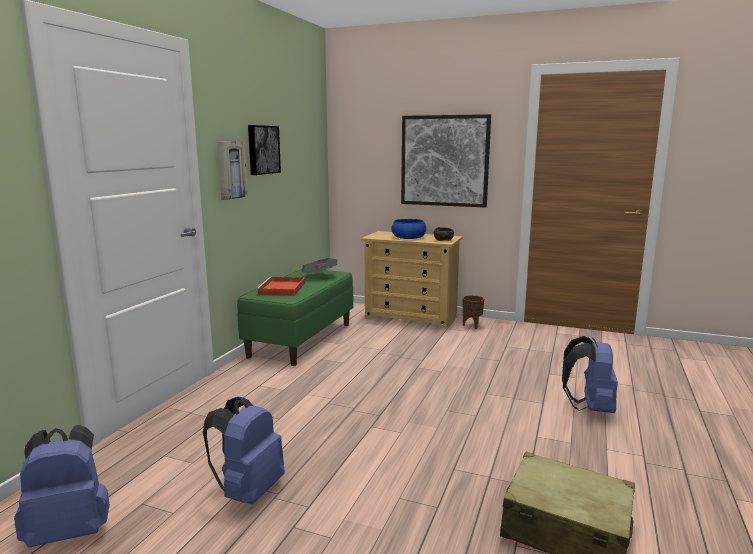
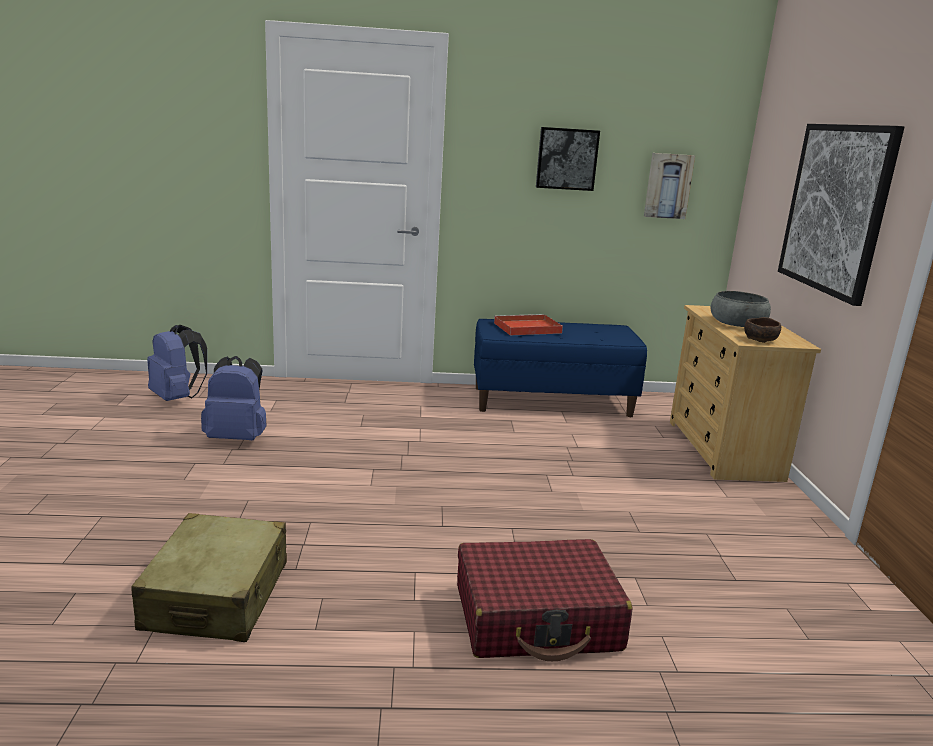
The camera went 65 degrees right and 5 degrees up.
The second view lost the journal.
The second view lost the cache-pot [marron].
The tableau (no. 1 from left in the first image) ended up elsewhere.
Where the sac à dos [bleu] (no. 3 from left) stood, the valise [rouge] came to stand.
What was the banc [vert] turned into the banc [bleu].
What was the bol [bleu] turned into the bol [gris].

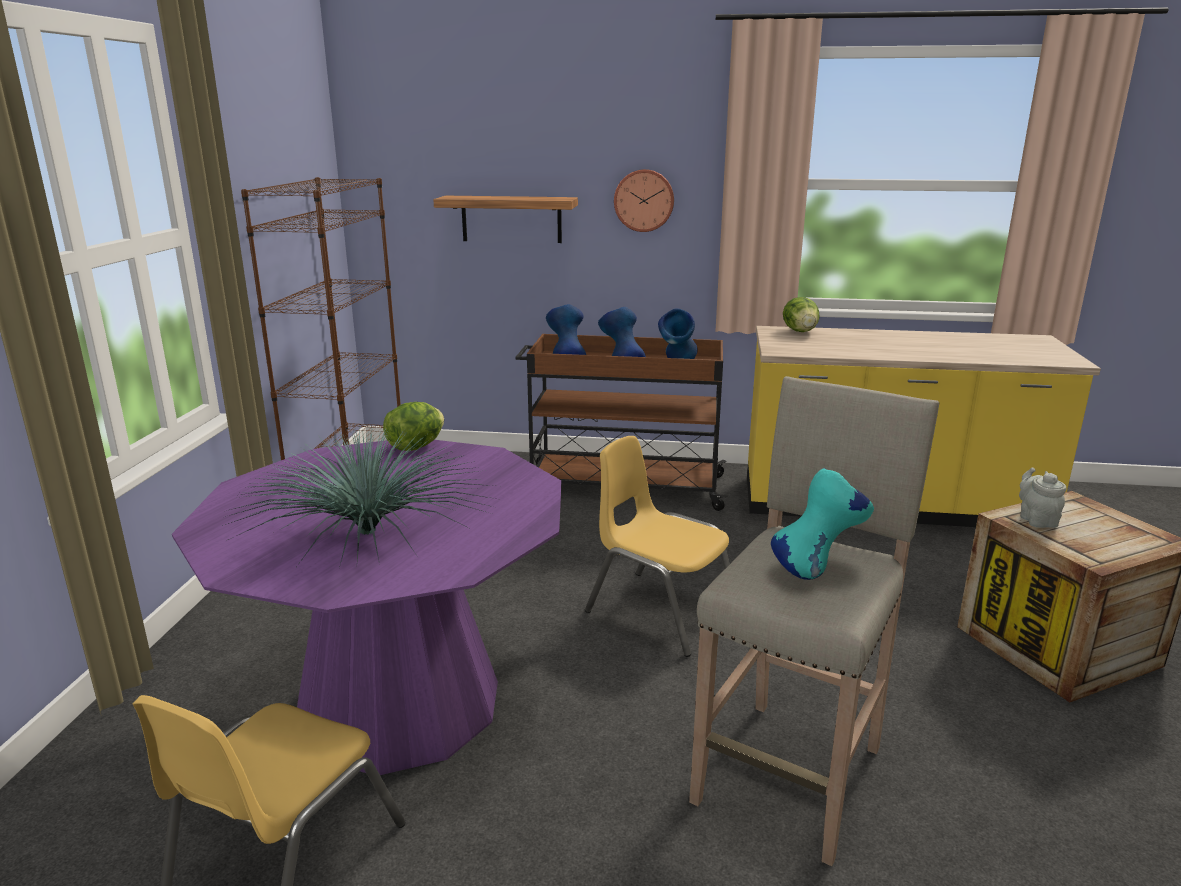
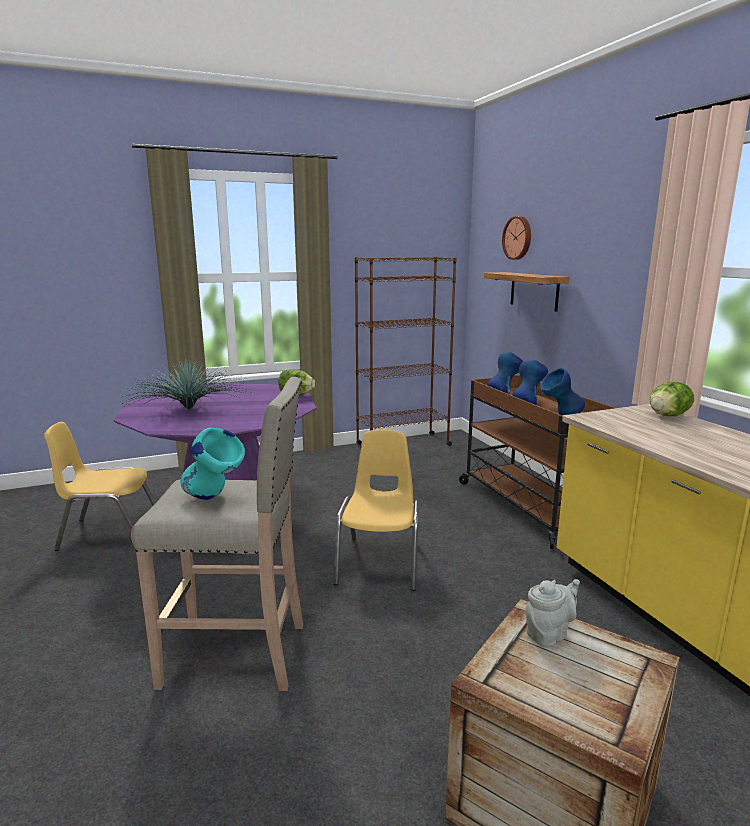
The camera went 60 degrees right and 5 degrees down.
The horloge murale ended up elsewhere.

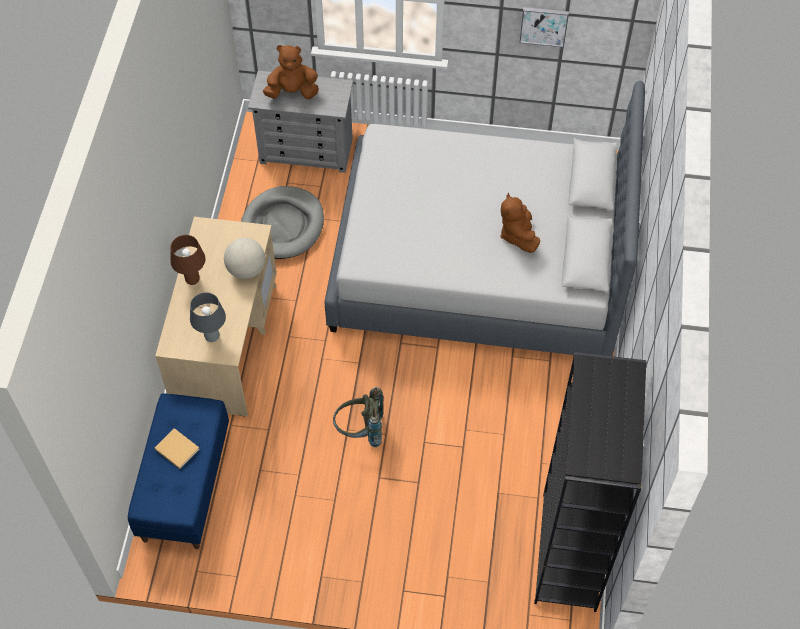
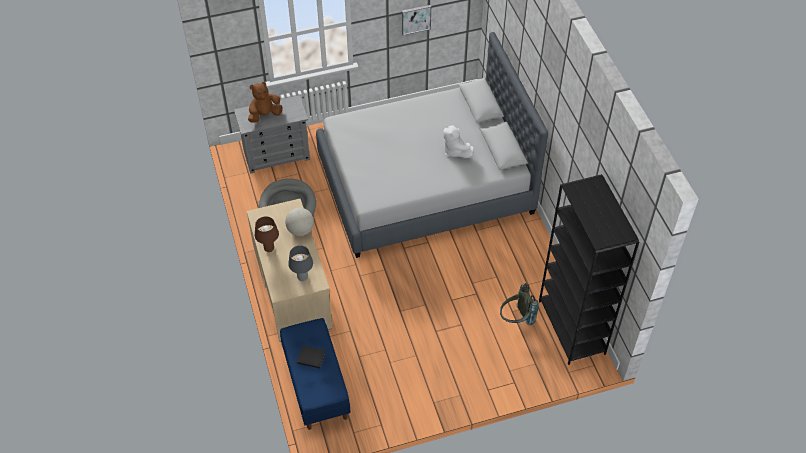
The camera went 25 degrees left and 5 degrees down.
The sac à dos [gris] ended up elsewhere.
What was the livre [beige] turned into the livre [noir].
What was the peluche [marron] (no. 2 from left) turned into the peluche [blanc].

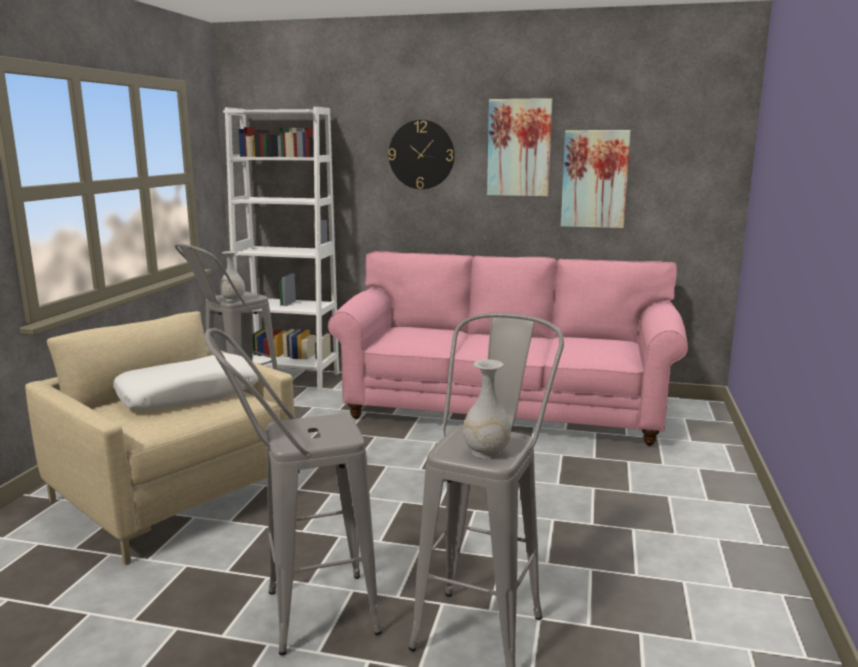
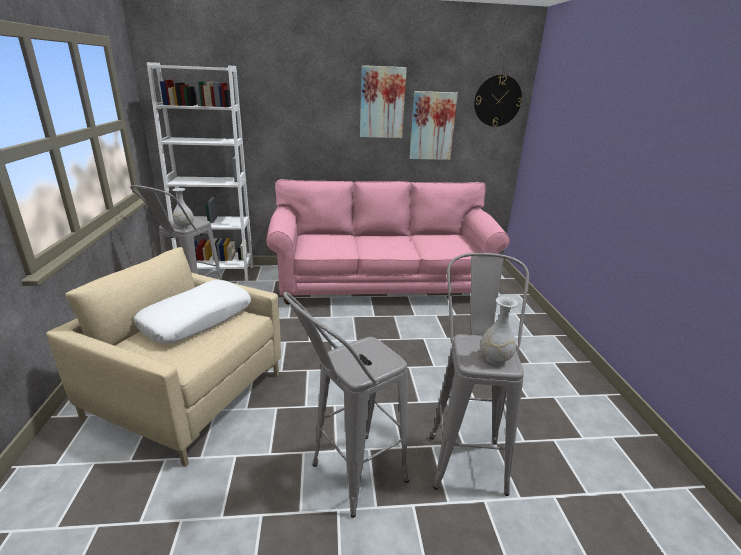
The camera went 20 degrees left and 10 degrees up.
The horloge murale ended up elsewhere.

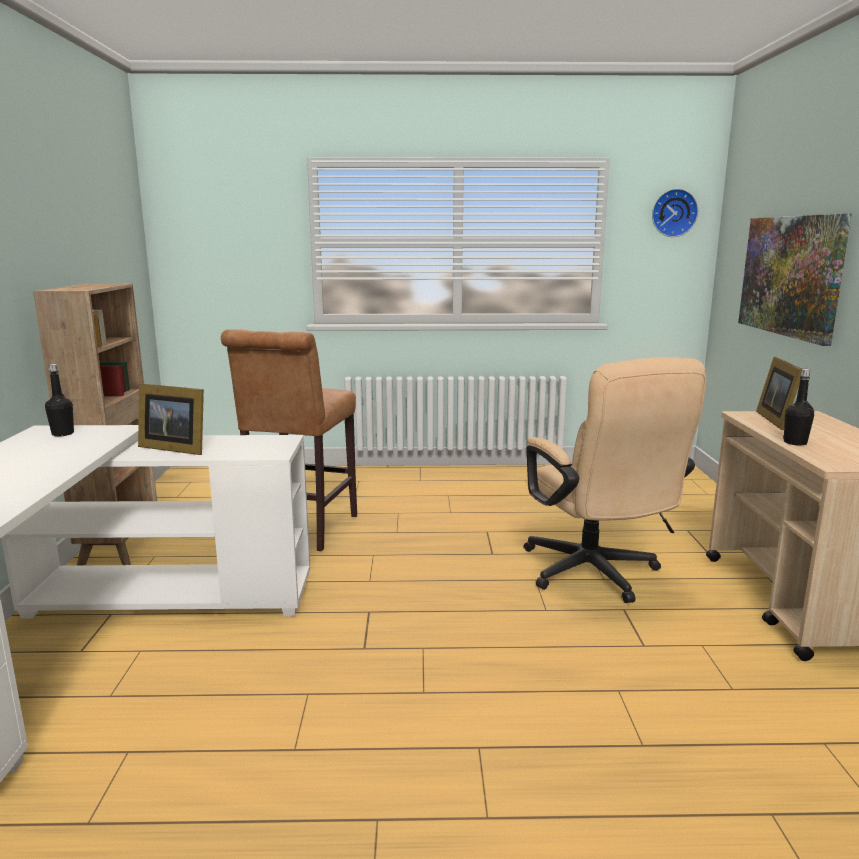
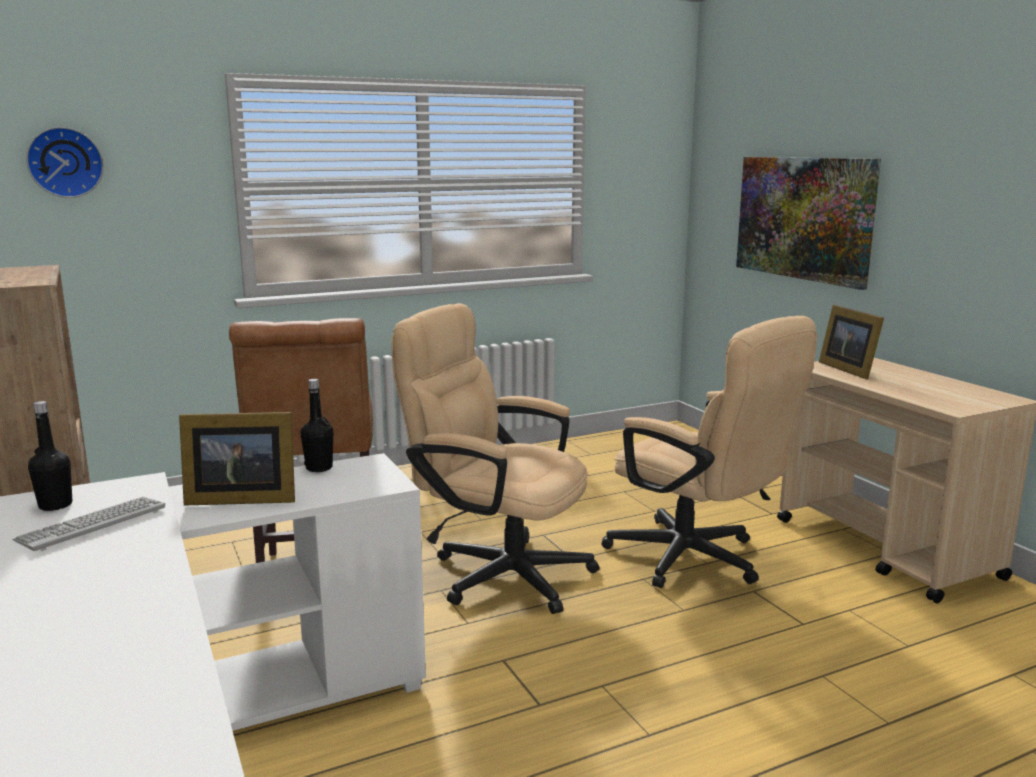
The camera went 25 degrees left and 0 degrees up.
The second view gained the clavier.
The second view gained the chaise de bureau [beige] (no. 1 from left).
The horloge murale ended up elsewhere.
The bouteille [noir] (no. 2 from left) ended up elsewhere.

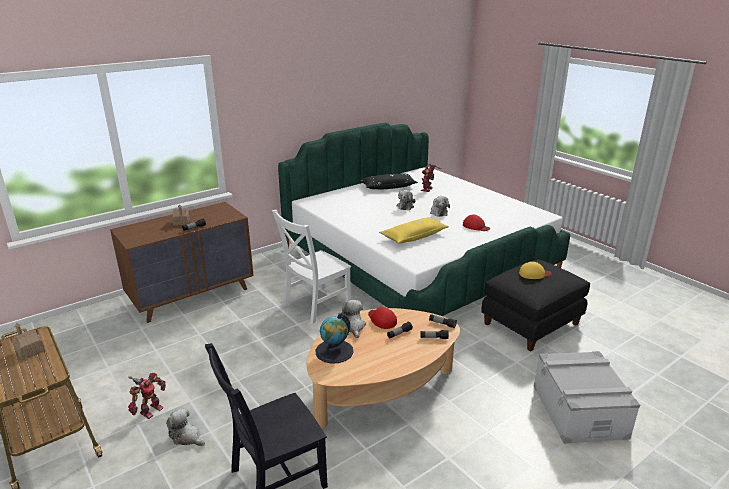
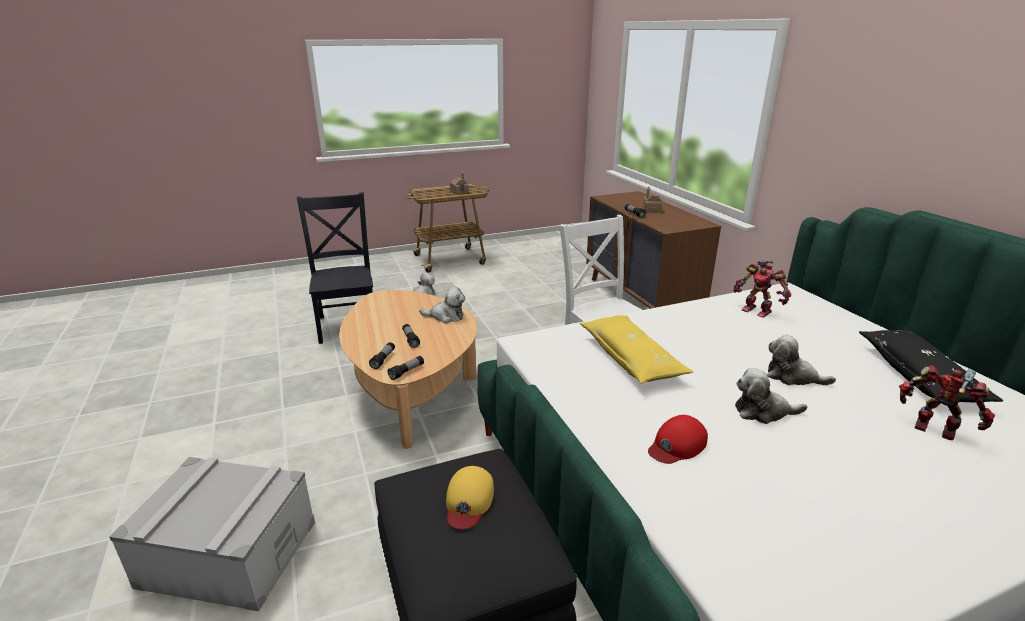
The camera went 105 degrees right and 0 degrees up.
The second view lost the globe.
The second view lost the casquette [rouge] (no. 1 from left).
The robot jouet (no. 1 from left) ended up elsewhere.

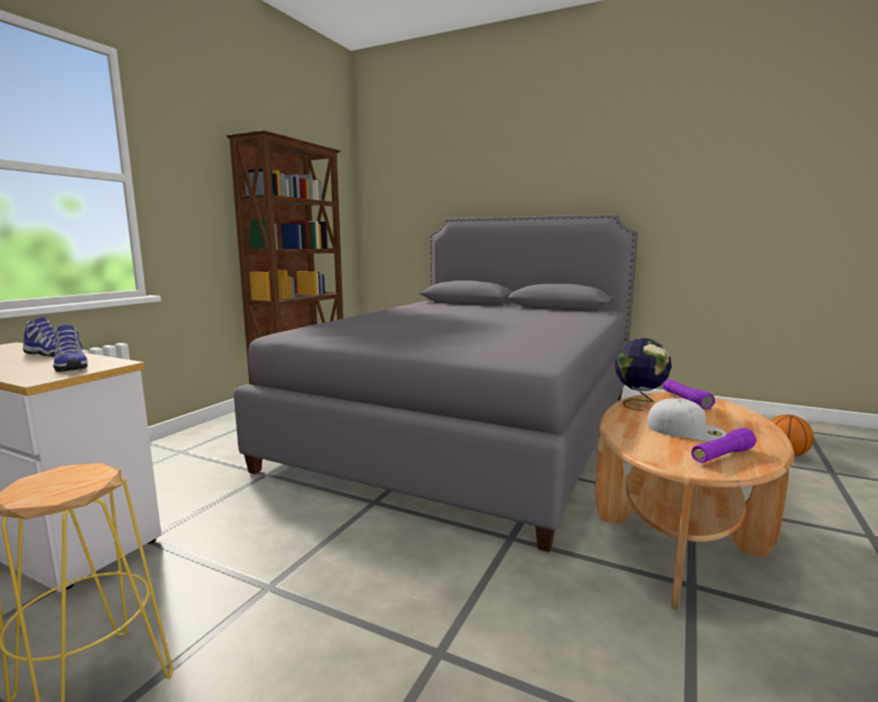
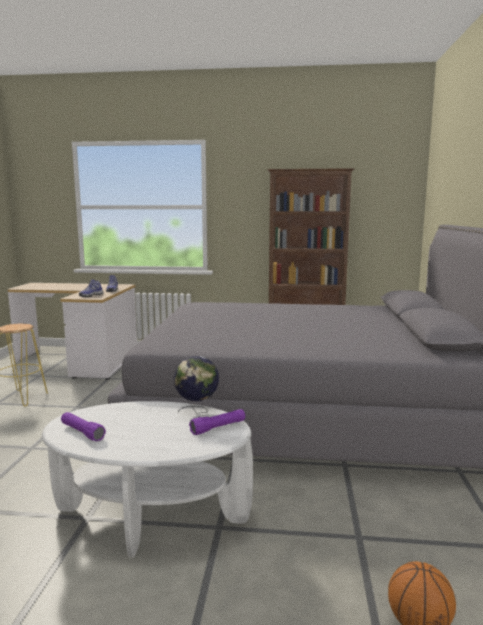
The camera went 70 degrees right and 0 degrees up.
The second view lost the casquette [blanc].
What was the table basse [marron] turned into the table basse [blanc].

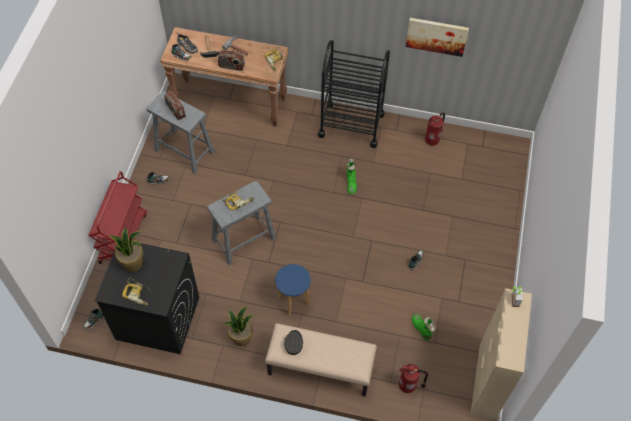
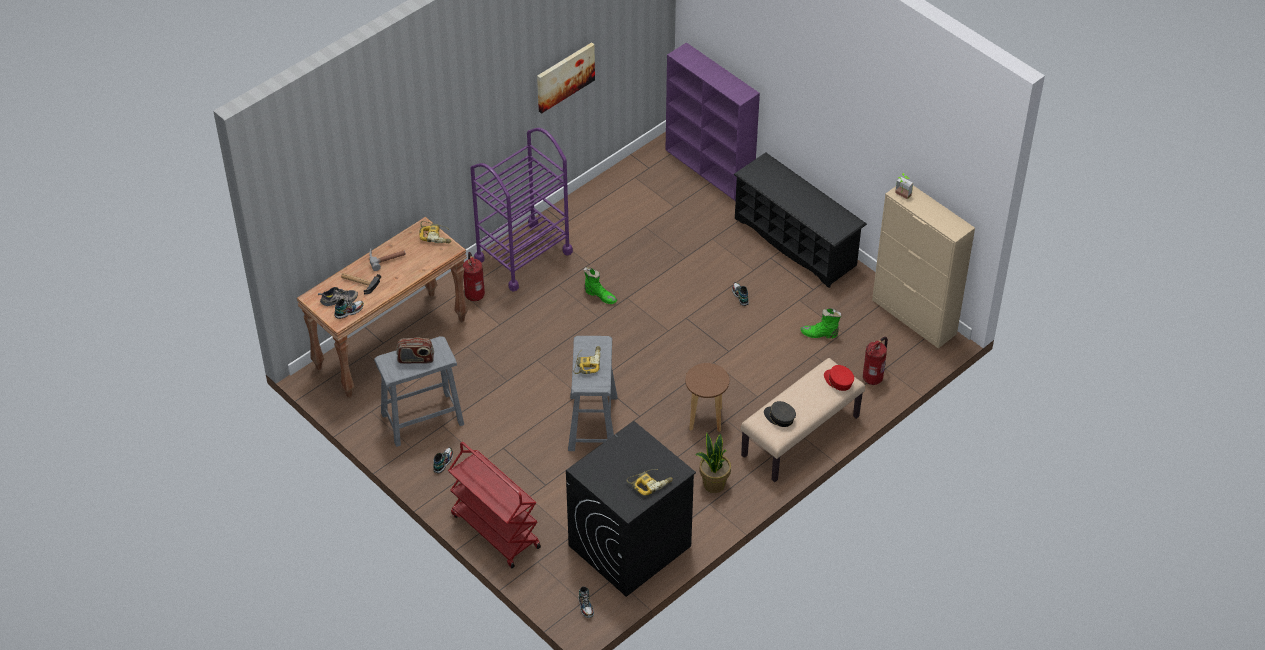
The camera went 55 degrees left and 10 degrees down.
The second view lost the plante en pot (no. 1 from left).
The second view lost the radio (no. 2 from left).
The second view gained the bibliothèque [violet].
The second view gained the étagère à chaussures [noir].
The second view gained the casquette [rouge].
The extincteur (no. 2 from left in the first image) ended up elsewhere.
What was the tabouret [bleu] turned into the tabouret [marron].
What was the chariot [noir] turned into the chariot [violet].

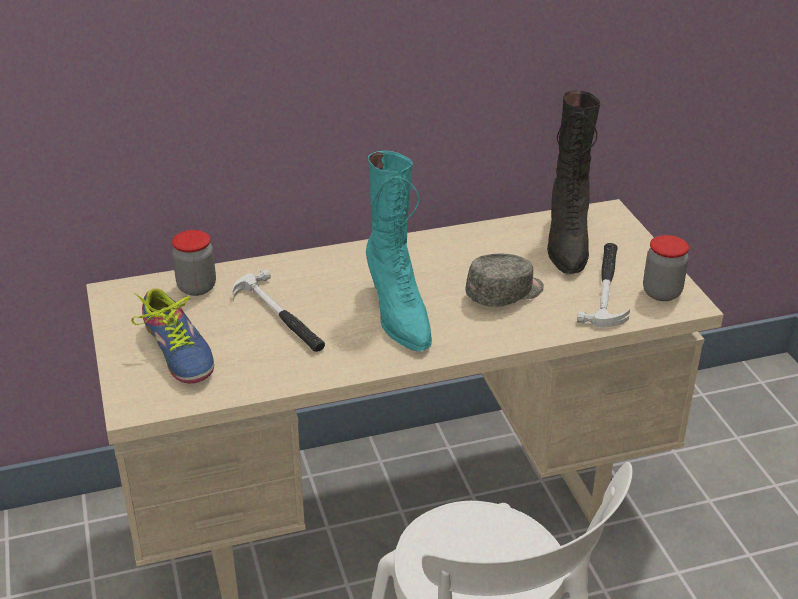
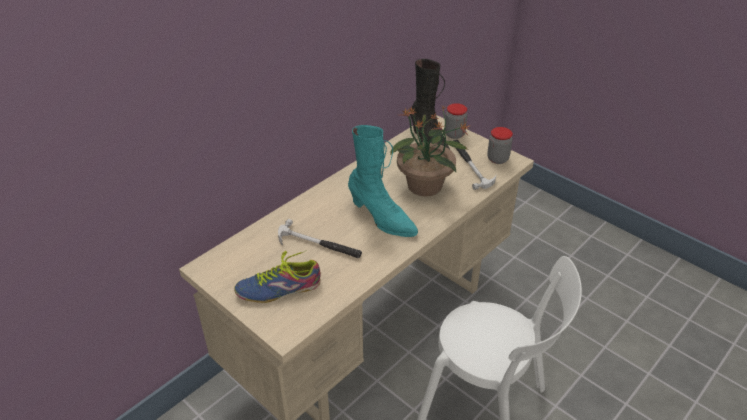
The camera went 30 degrees left and 5 degrees up.
The bocal (no. 1 from left) ended up elsewhere.
Where the casquette [gris] stood, the plante en pot came to stand.
The chaussure ended up facing another way, 135 degrees clockwise from before.

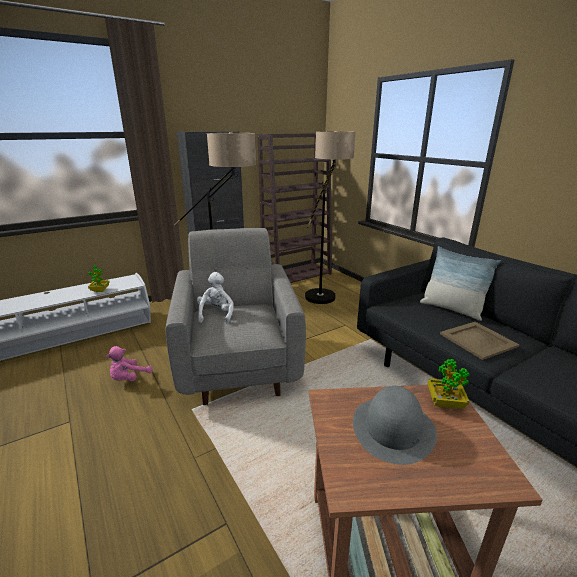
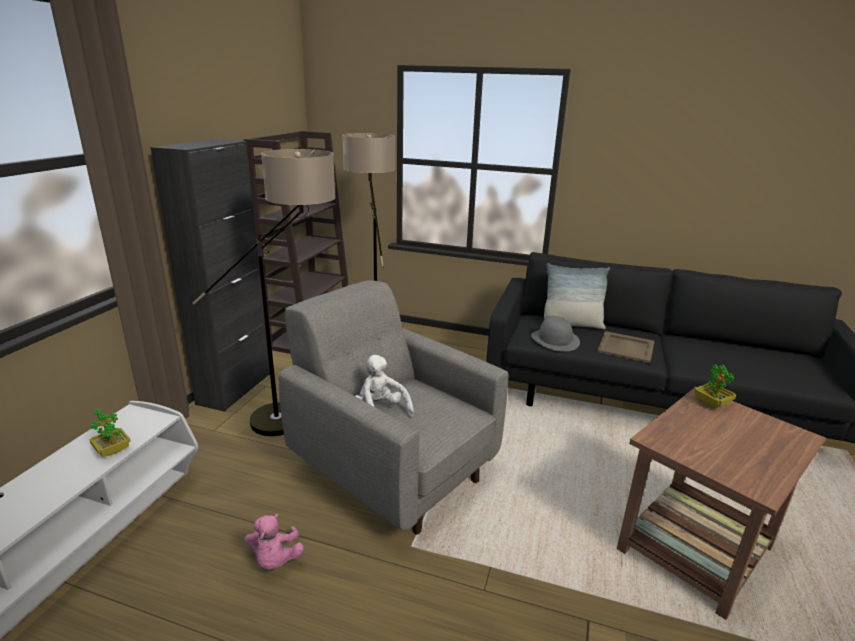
The camera went 40 degrees left and 0 degrees up.
The chapeau [gris] ended up elsewhere.

